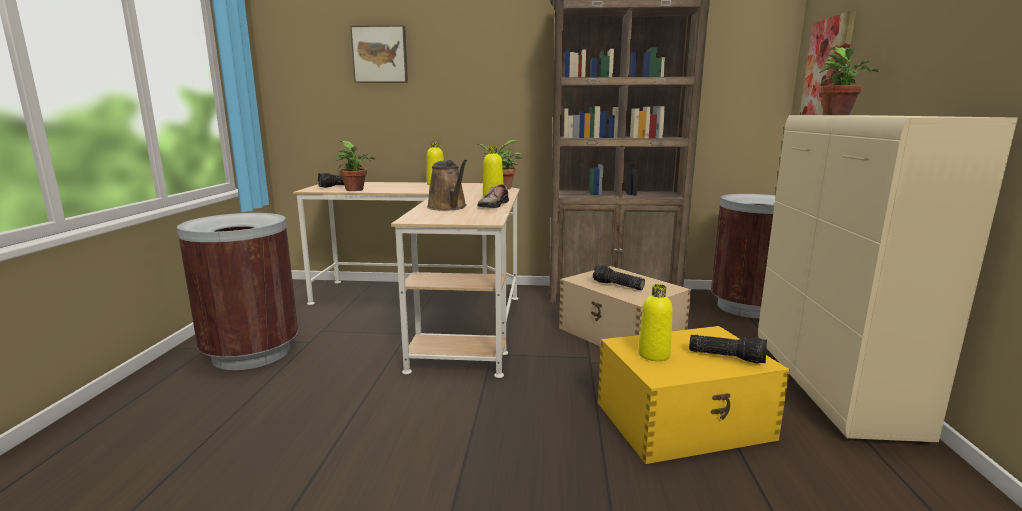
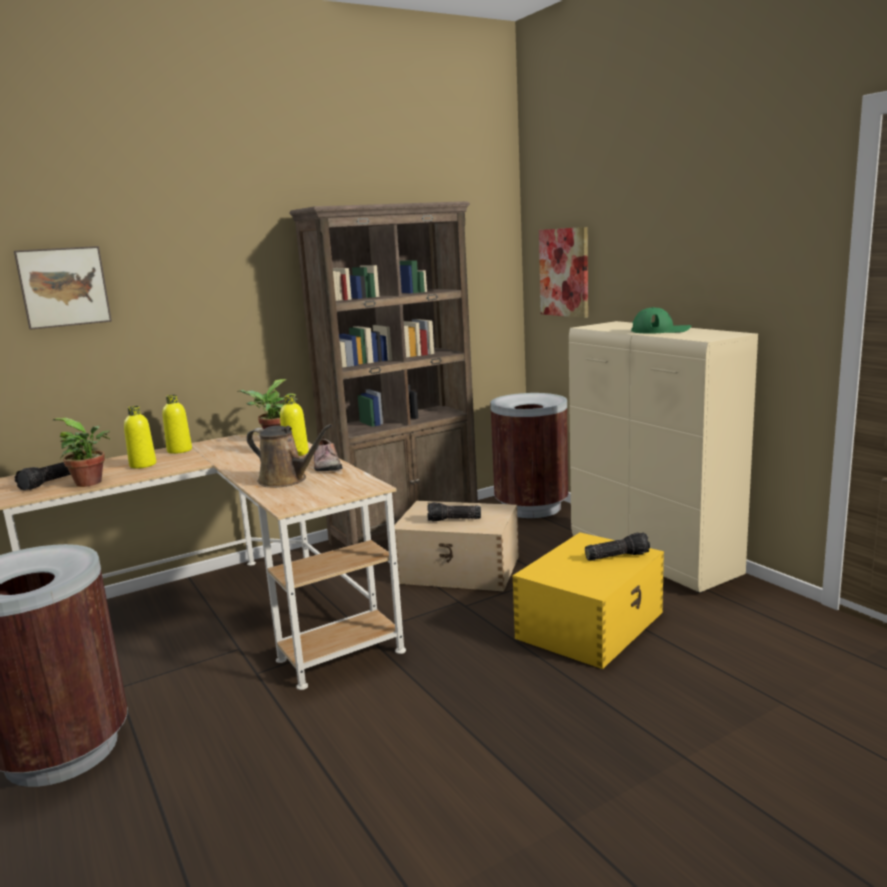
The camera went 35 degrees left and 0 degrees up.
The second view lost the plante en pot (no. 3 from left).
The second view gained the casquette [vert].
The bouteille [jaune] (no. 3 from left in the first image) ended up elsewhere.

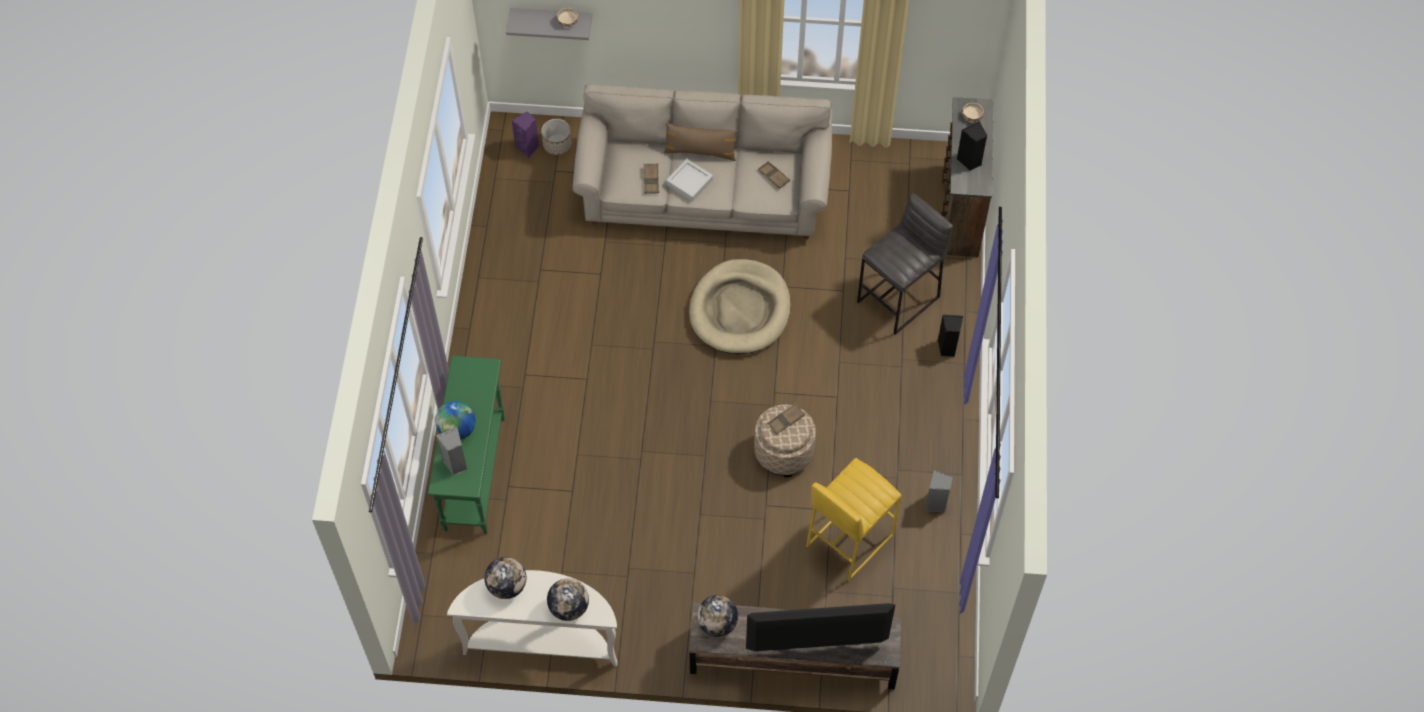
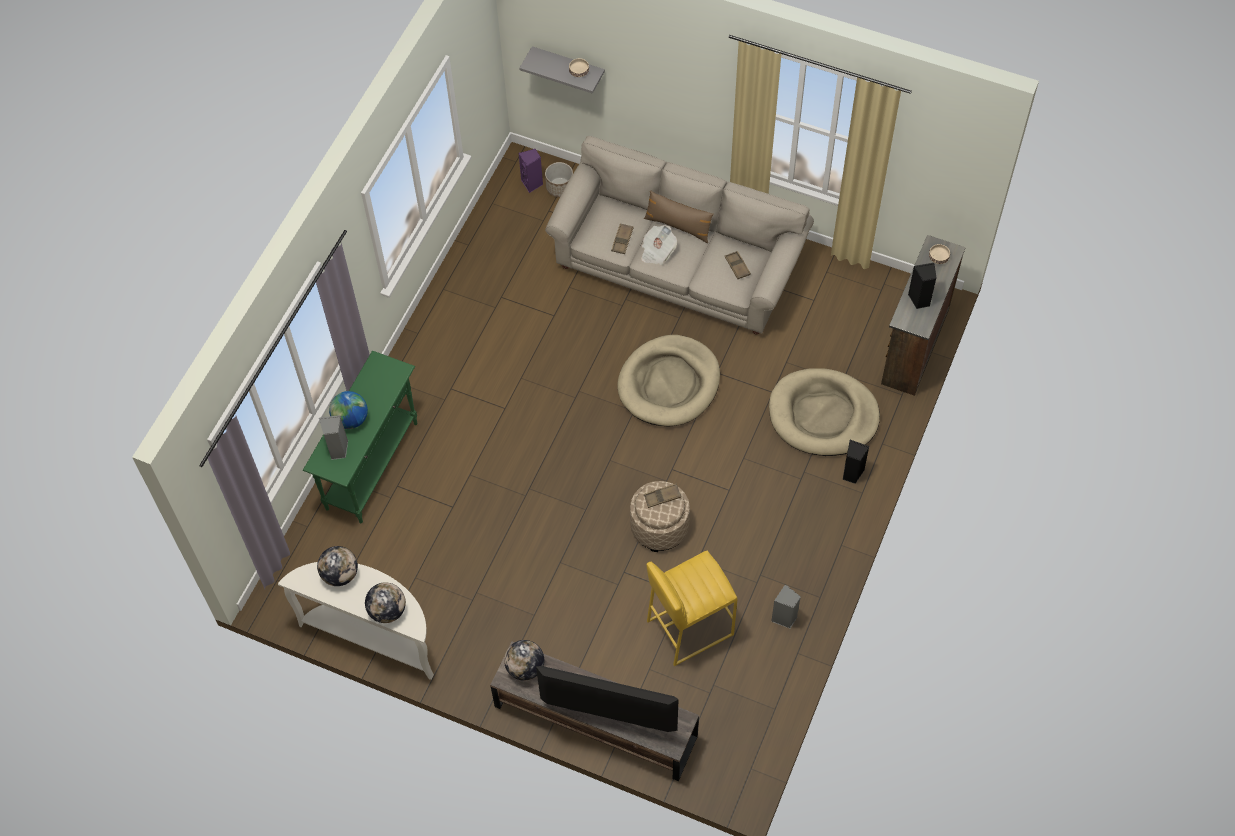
The camera went 20 degrees right and 0 degrees up.
Where the plateau [gris] stood, the journal came to stand.
Where the tabouret [gris] stood, the panier pour chien [beige] (no. 2 from left) came to stand.

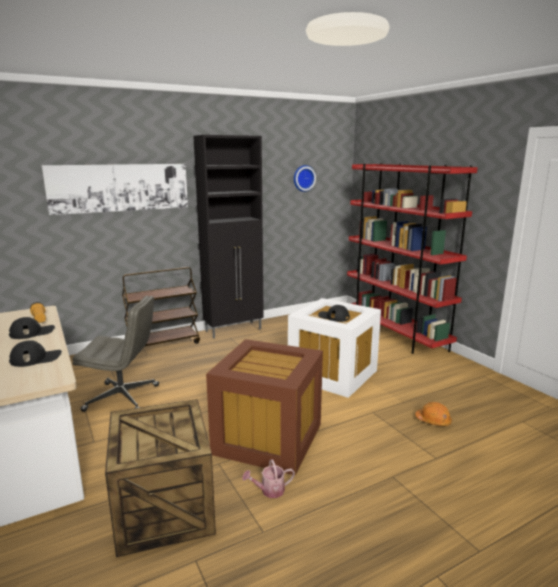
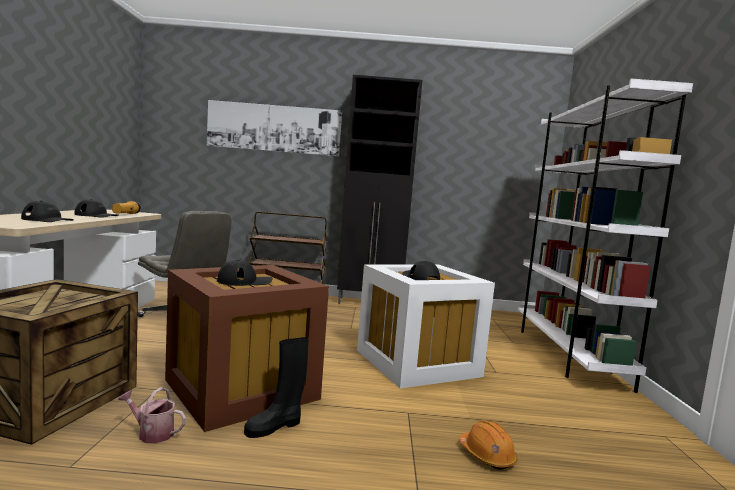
The camera went 30 degrees right and 10 degrees down.
The second view lost the horloge murale.
The second view gained the casquette [noir] (no. 3 from left).
The second view gained the botte [noir].
What was the bibliothèque [rouge] turned into the bibliothèque [blanc].

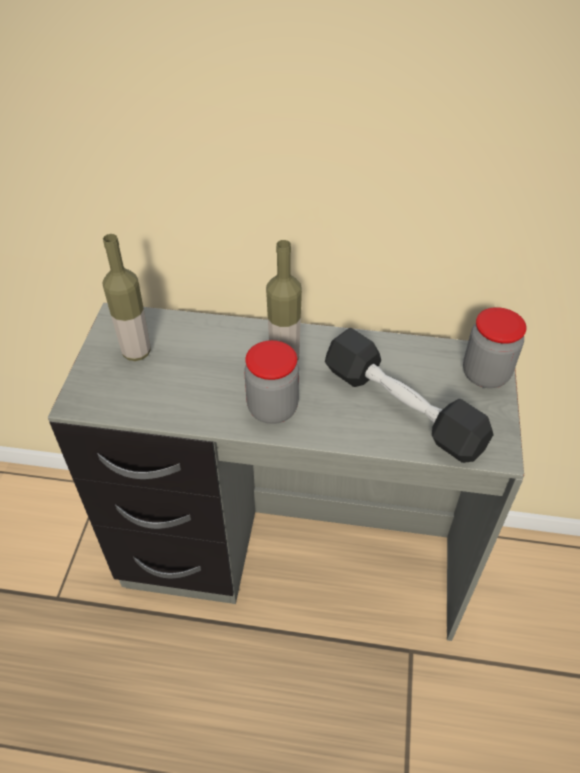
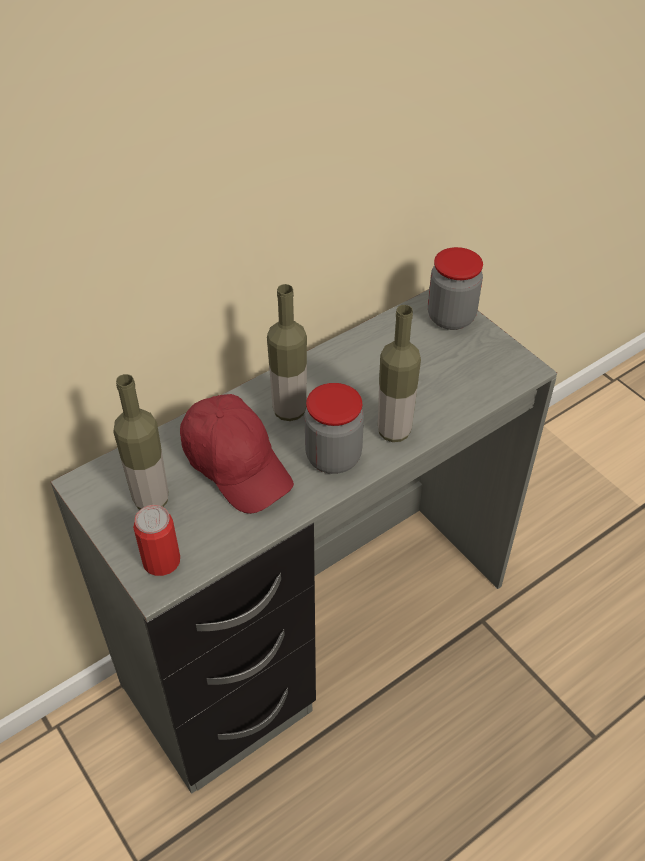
The camera went 45 degrees left and 0 degrees up.
The second view lost the haltère [noir].
The second view gained the boîte métallique.
The second view gained the casquette [rouge].
The second view gained the bouteille (no. 3 from left).

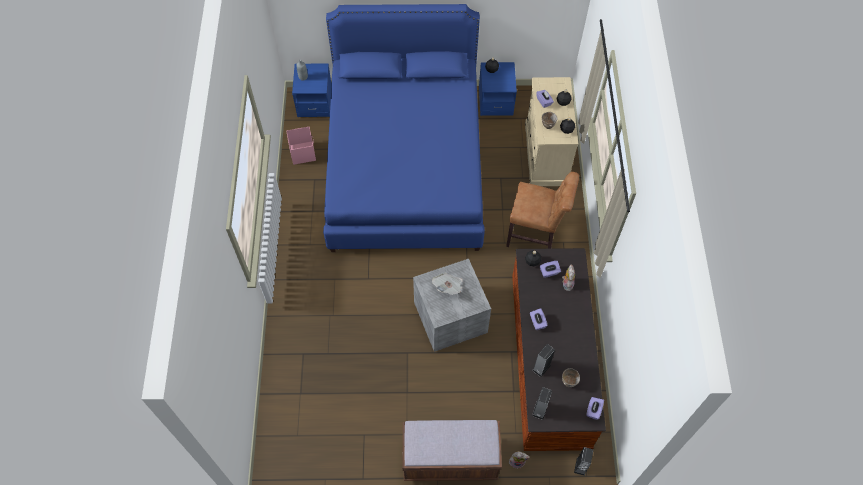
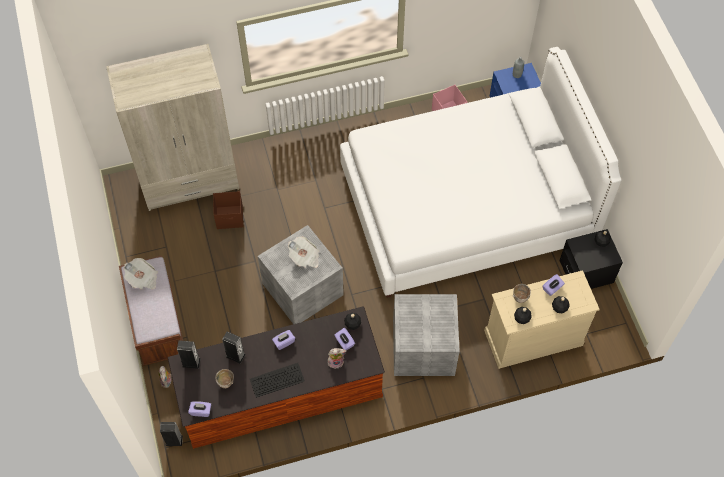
The camera went 75 degrees right and 0 degrees up.
The second view gained the armoire [beige].
The second view gained the journal (no. 1 from left).
The second view gained the boîte de rangement [marron].
The second view gained the clavier.
Where the chaise [marron] stood, the boîte de rangement [gris] (no. 2 from left) came to stand.
What was the lit [bleu] turned into the lit [blanc].
What was the table de chevet [bleu] (no. 2 from left) turned into the table de chevet [noir].

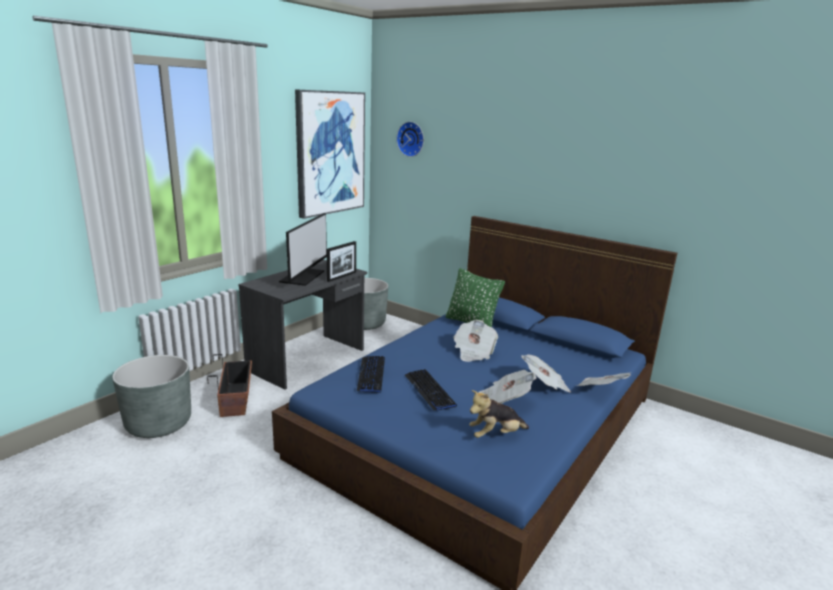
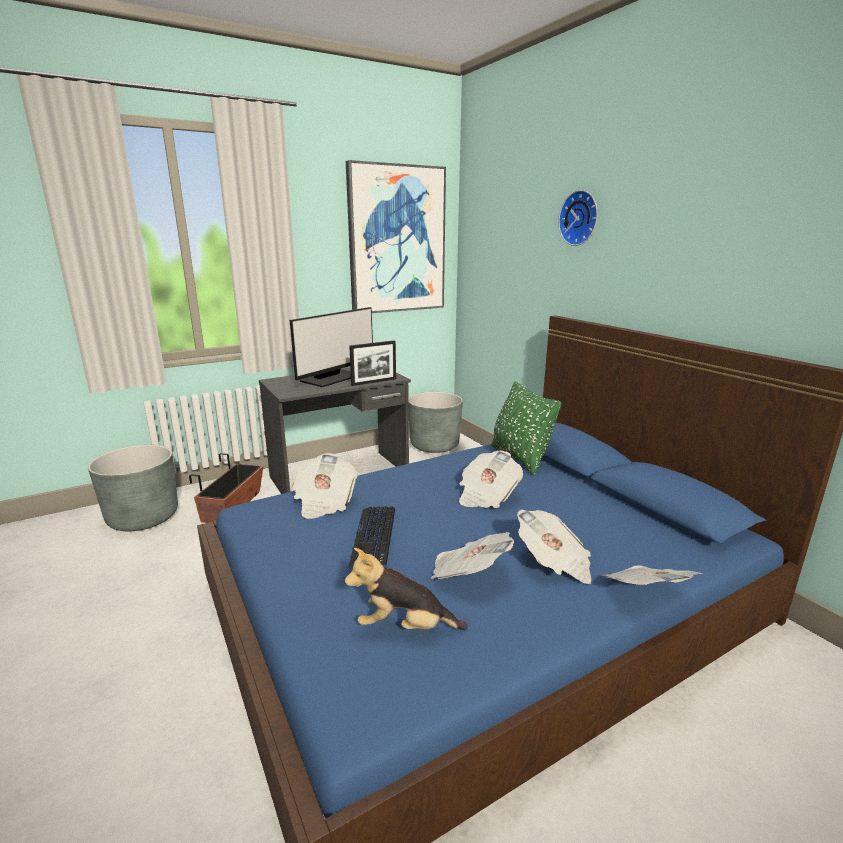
The camera went 25 degrees right and 0 degrees up.
The horloge murale ended up elsewhere.
Where the clavier (no. 1 from left) stood, the journal (no. 1 from left) came to stand.

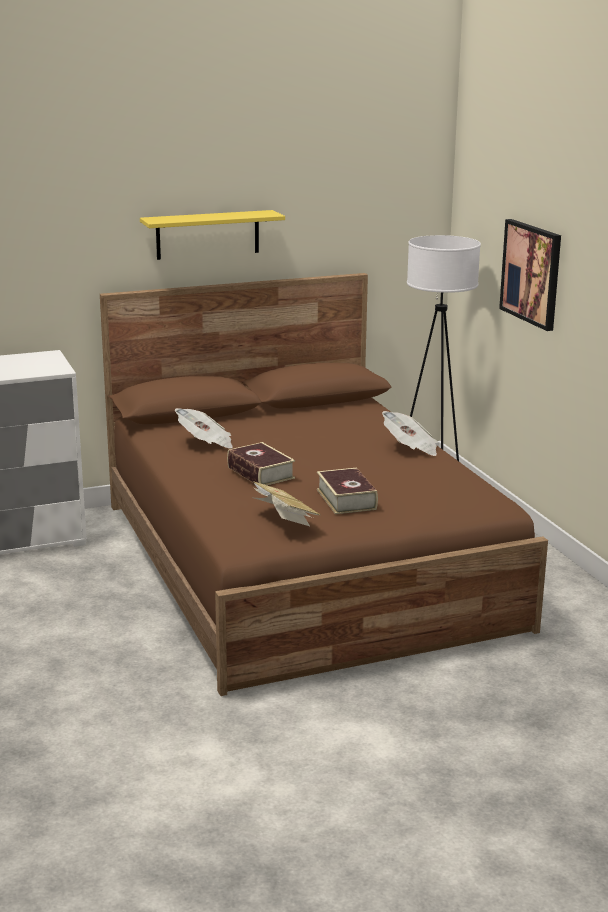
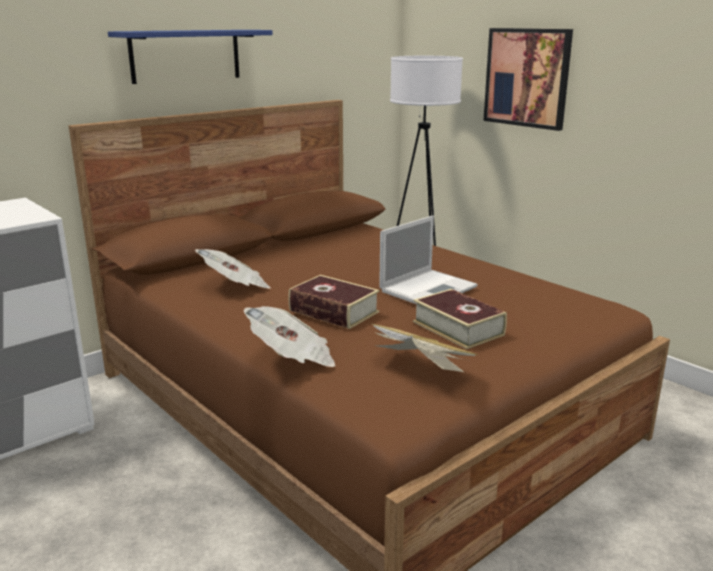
The camera went 20 degrees left and 0 degrees up.
The second view gained the ordinateur portable.
The journal (no. 2 from left) ended up elsewhere.
What was the étagère [jaune] turned into the étagère [bleu].

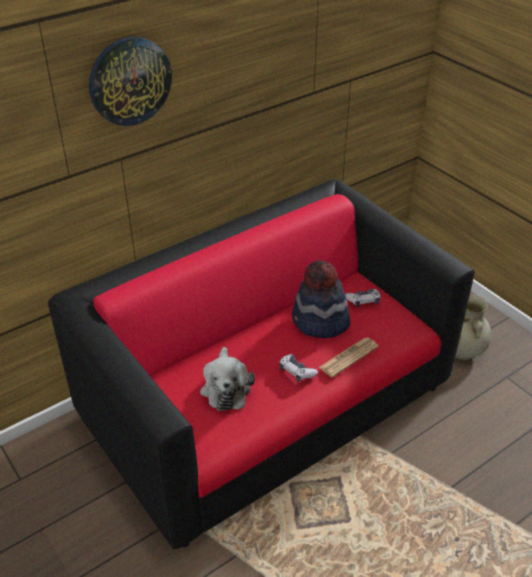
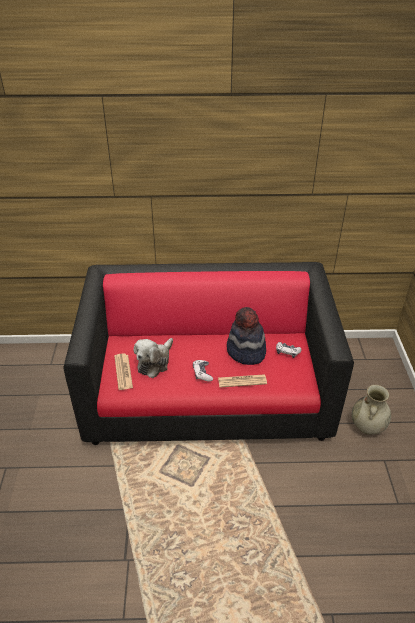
The camera went 35 degrees right and 0 degrees up.
The second view lost the horloge murale.
The second view gained the journal (no. 1 from left).

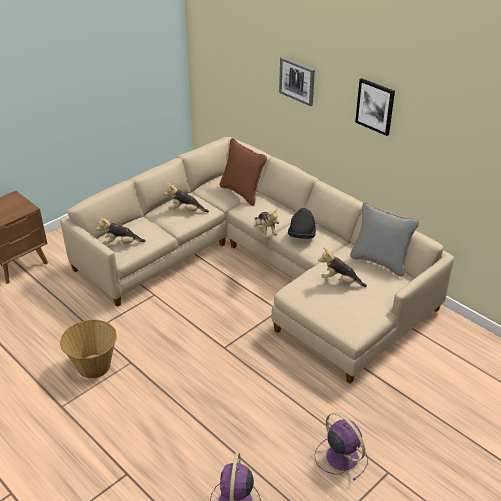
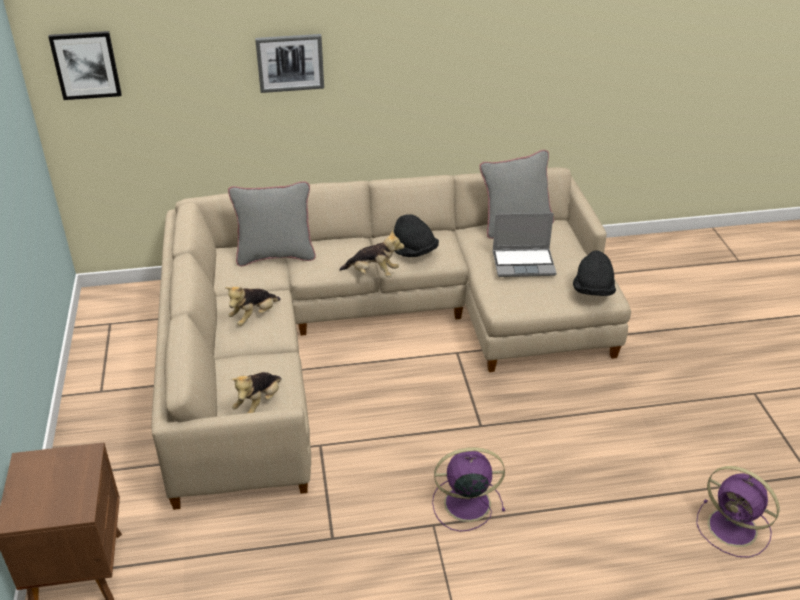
The camera went 55 degrees left and 0 degrees up.
The second view lost the panier.
The second view gained the chapeau [noir] (no. 2 from left).
The ventilateur [violet] (no. 2 from left in the first image) ended up elsewhere.
The tableau (no. 2 from left in the first image) ended up elsewhere.
Where the peluche (no. 4 from left) stood, the ordinateur portable came to stand.
What was the coussin [marron] turned into the coussin [gris] (no. 1 from left).

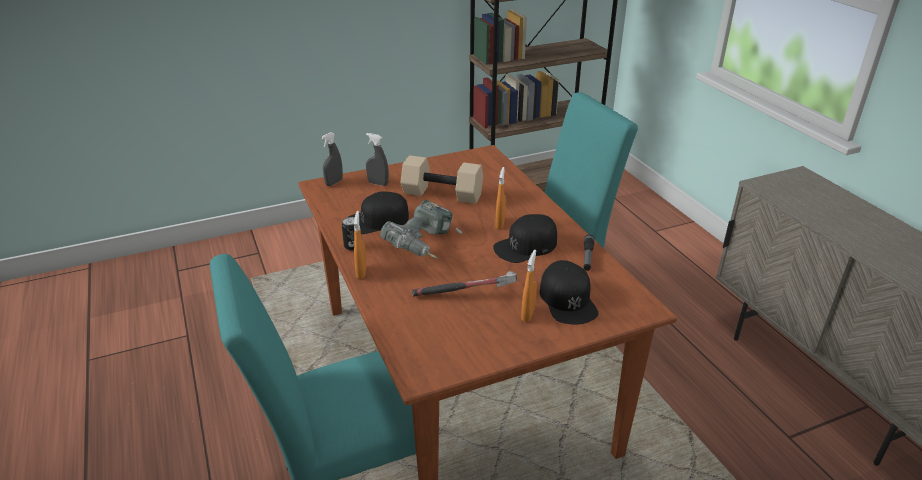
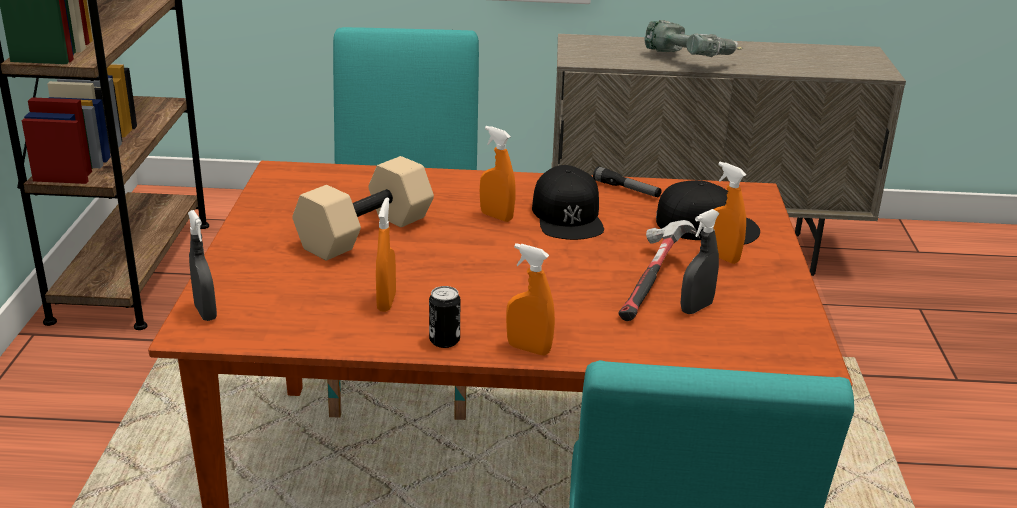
The camera went 65 degrees left and 5 degrees down.
The vaporisateur [gris] (no. 2 from left) ended up elsewhere.
The perceuse ended up elsewhere.
Where the casquette [noir] (no. 1 from left) stood, the vaporisateur [orange] (no. 1 from left) came to stand.

